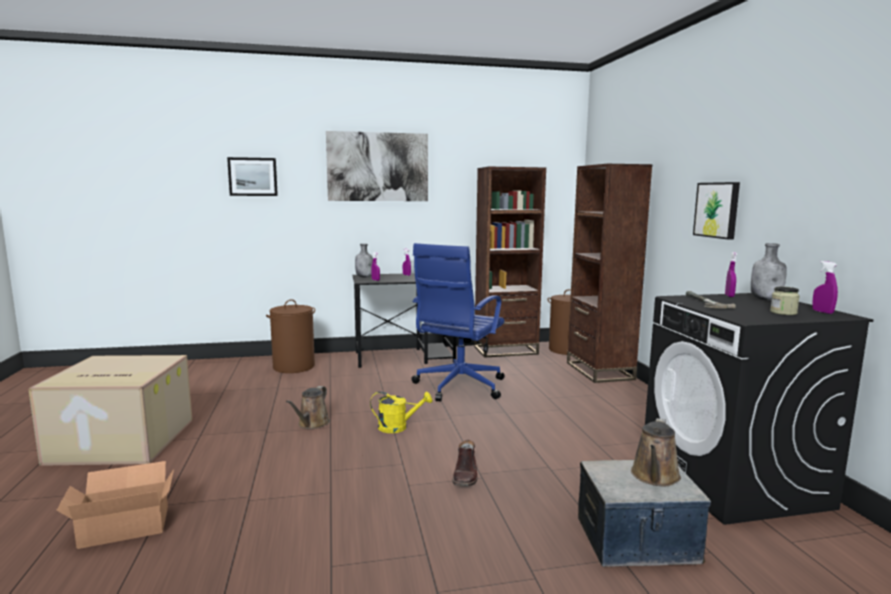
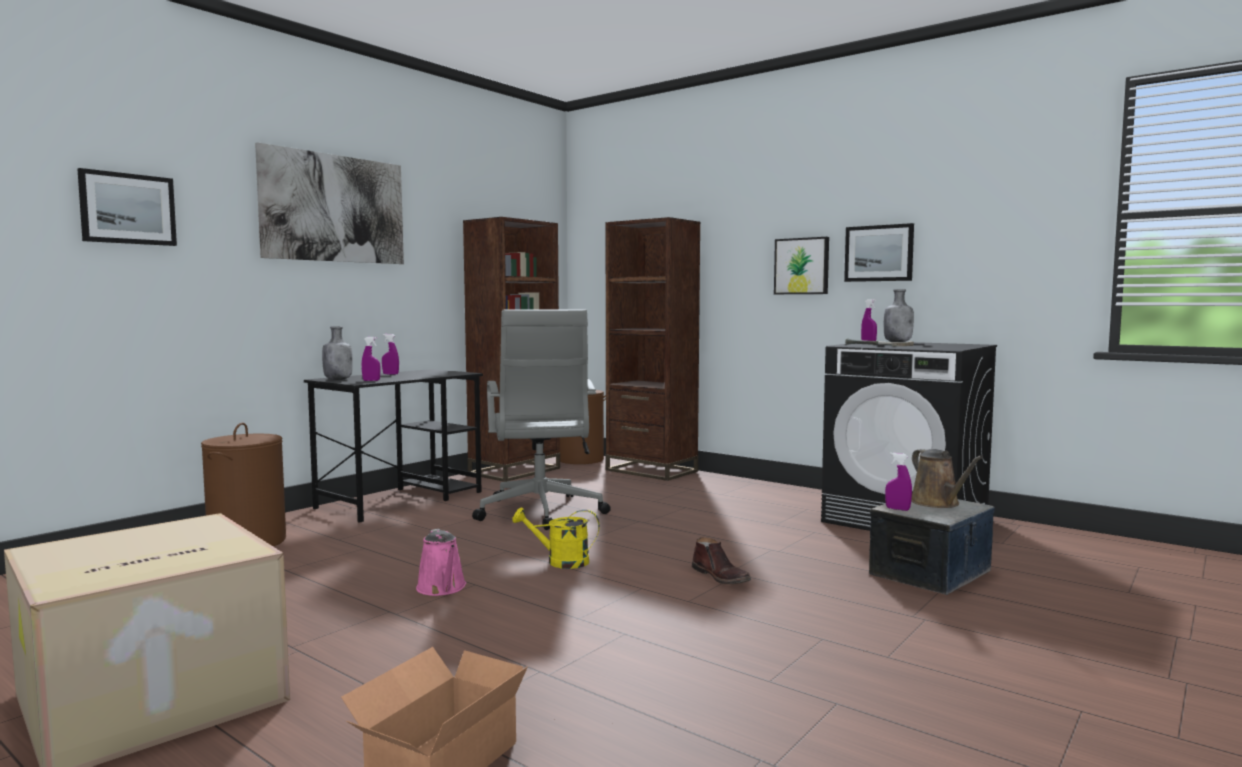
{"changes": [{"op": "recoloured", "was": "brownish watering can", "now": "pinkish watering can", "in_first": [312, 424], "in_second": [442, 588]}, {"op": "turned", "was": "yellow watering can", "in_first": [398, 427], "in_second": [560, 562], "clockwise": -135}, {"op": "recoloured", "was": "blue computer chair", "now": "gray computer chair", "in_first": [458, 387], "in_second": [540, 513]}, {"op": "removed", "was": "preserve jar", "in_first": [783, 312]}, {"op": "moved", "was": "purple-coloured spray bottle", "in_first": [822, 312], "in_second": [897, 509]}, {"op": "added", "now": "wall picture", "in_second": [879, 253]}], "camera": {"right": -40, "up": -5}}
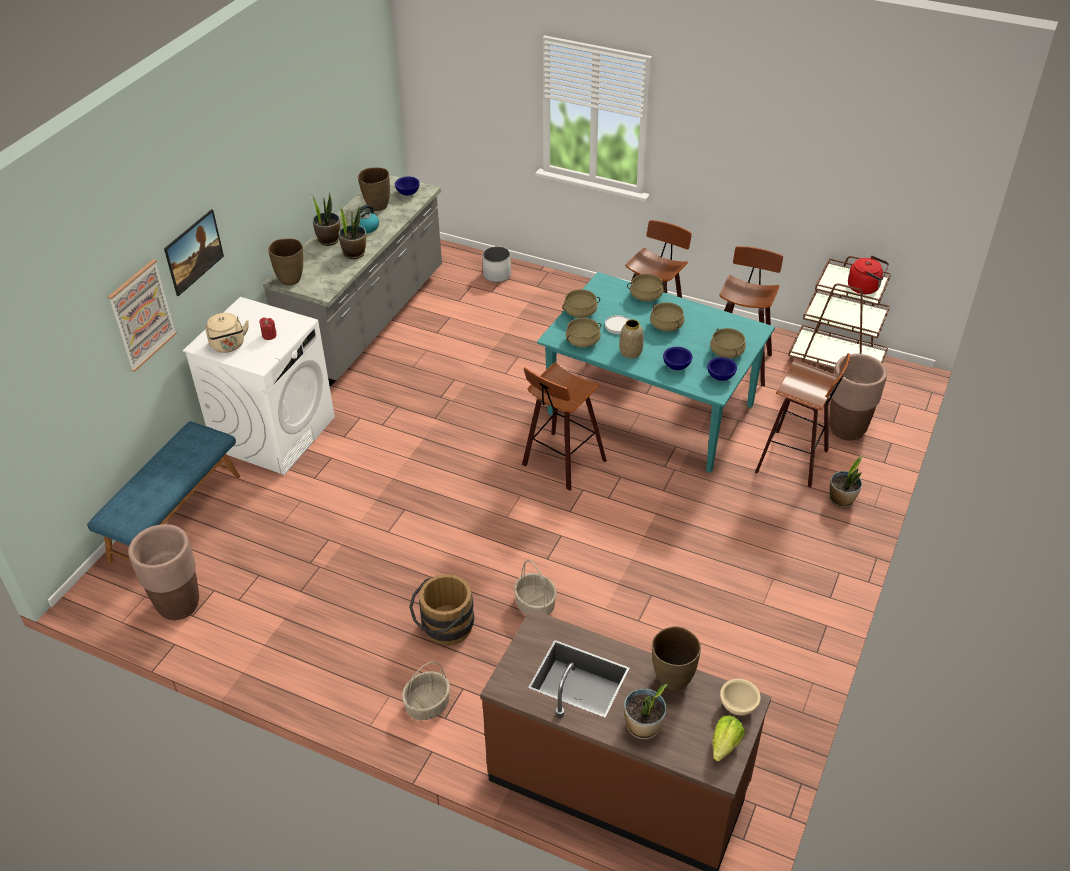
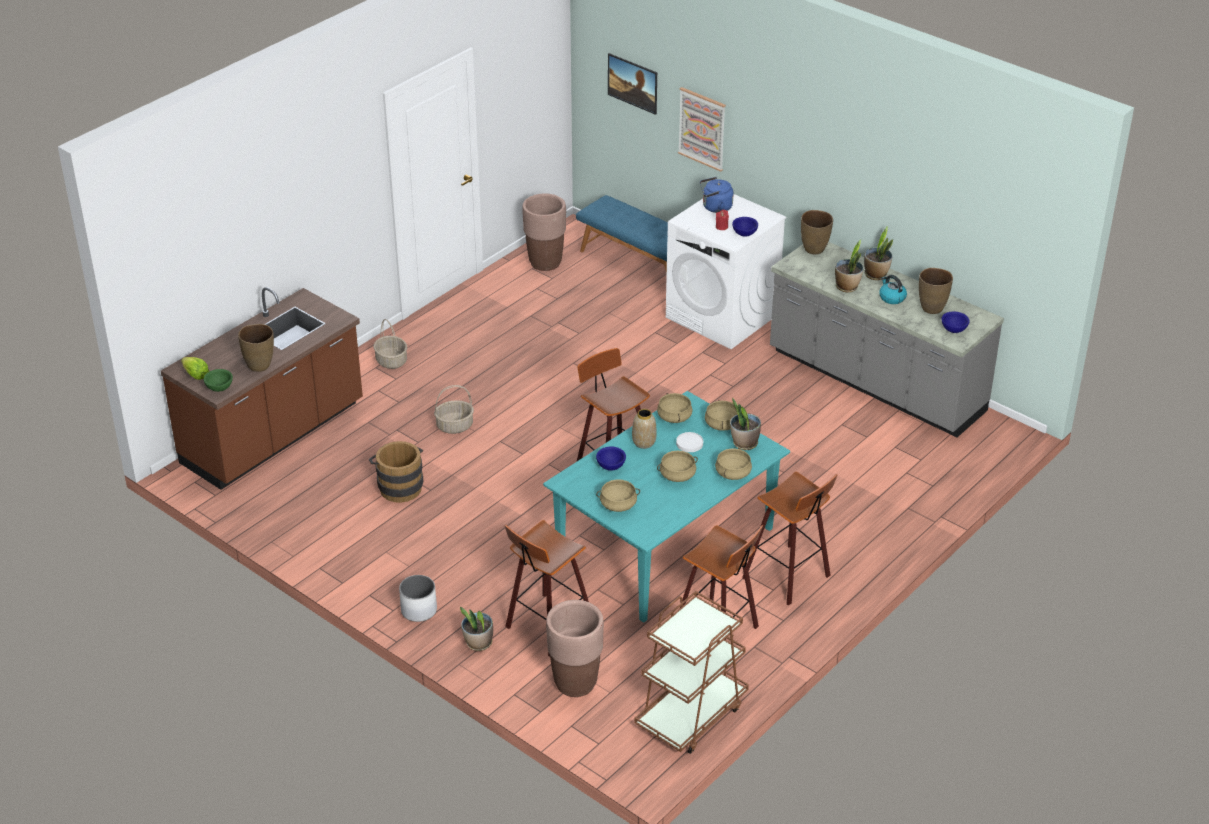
{"changes": [{"op": "moved", "was": "wall picture", "in_first": [197, 263], "in_second": [632, 93]}, {"op": "recoloured", "was": "beige kettle", "now": "blue kettle", "in_first": [228, 346], "in_second": [715, 207]}, {"op": "moved", "was": "brownish bucket", "in_first": [444, 628], "in_second": [399, 486]}, {"op": "moved", "was": "white planter", "in_first": [496, 275], "in_second": [419, 610]}, {"op": "moved", "was": "plant in a pot", "in_first": [643, 727], "in_second": [744, 443]}, {"op": "moved", "was": "blue deep dish", "in_first": [721, 377], "in_second": [744, 234]}, {"op": "recoloured", "was": "beige deep dish", "now": "green-coloured deep dish", "in_first": [738, 705], "in_second": [220, 388]}, {"op": "removed", "was": "red-coloured kettle", "in_first": [865, 287]}], "camera": {"right": 105, "up": -5}}
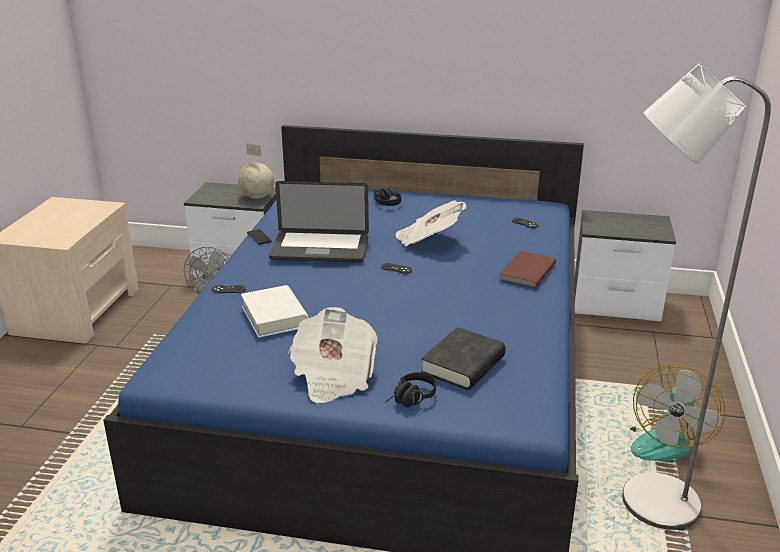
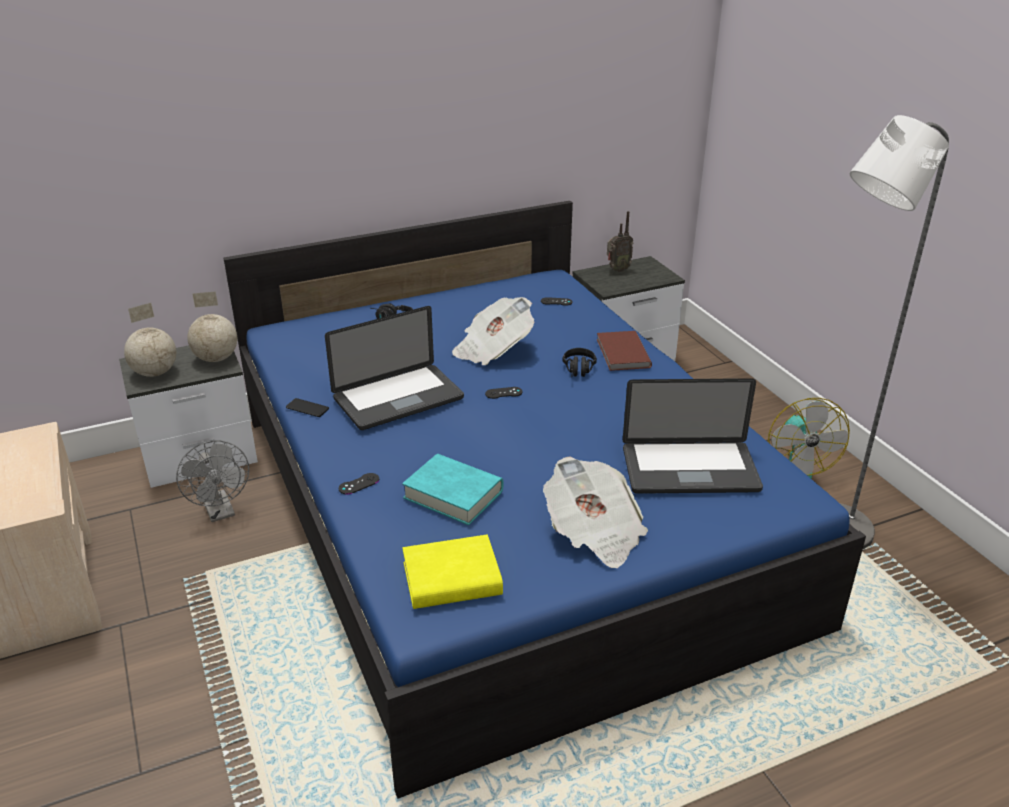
{"changes": [{"op": "recoloured", "was": "white volume", "now": "turquoise-coloured volume", "in_first": [274, 316], "in_second": [453, 495]}, {"op": "moved", "was": "black headset", "in_first": [410, 400], "in_second": [579, 371]}, {"op": "replaced", "was": "black volume", "now": "portable computer", "in_first": [463, 365], "in_second": [690, 470]}, {"op": "added", "now": "desk globe", "in_second": [154, 373]}, {"op": "added", "now": "yellow volume", "in_second": [452, 579]}, {"op": "added", "now": "radio set", "in_second": [617, 270]}], "camera": {"right": -35, "up": 5}}
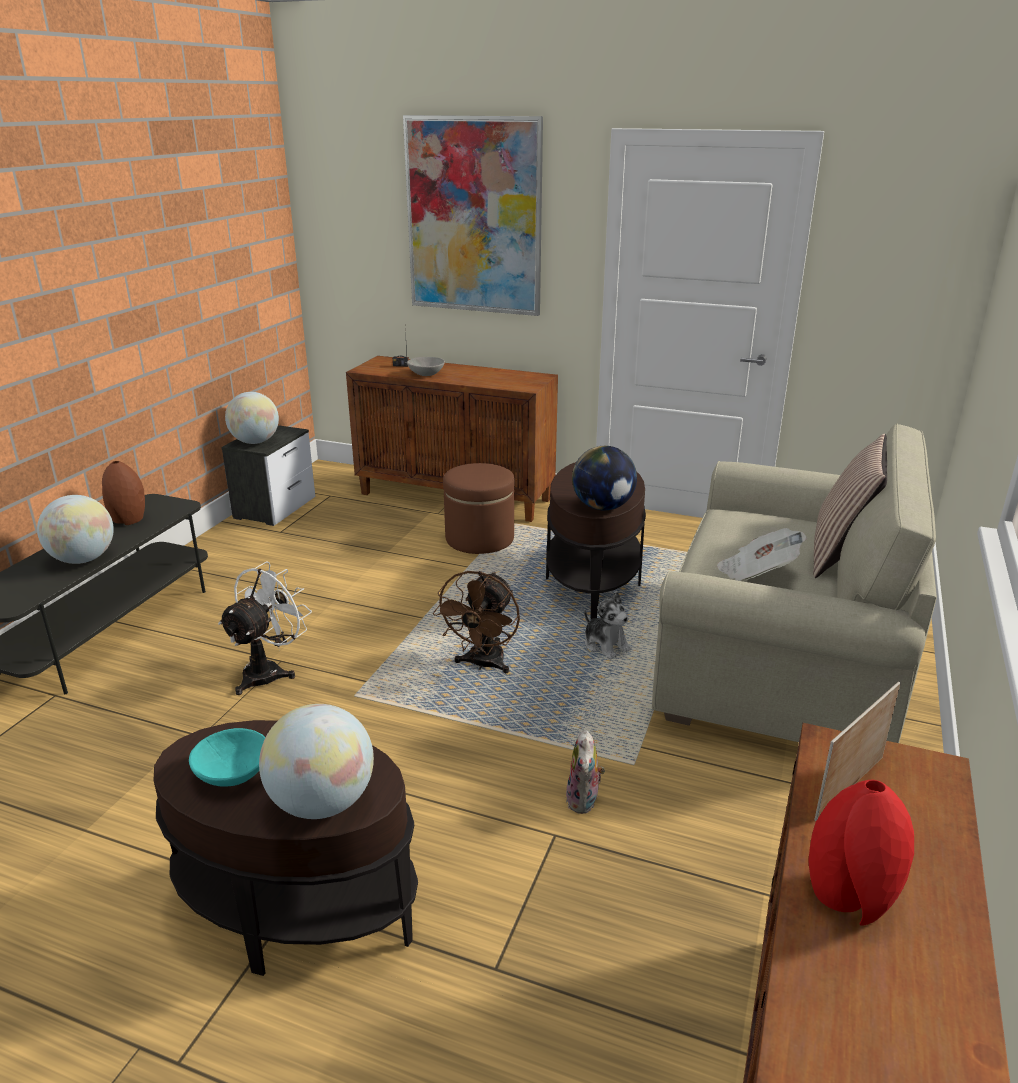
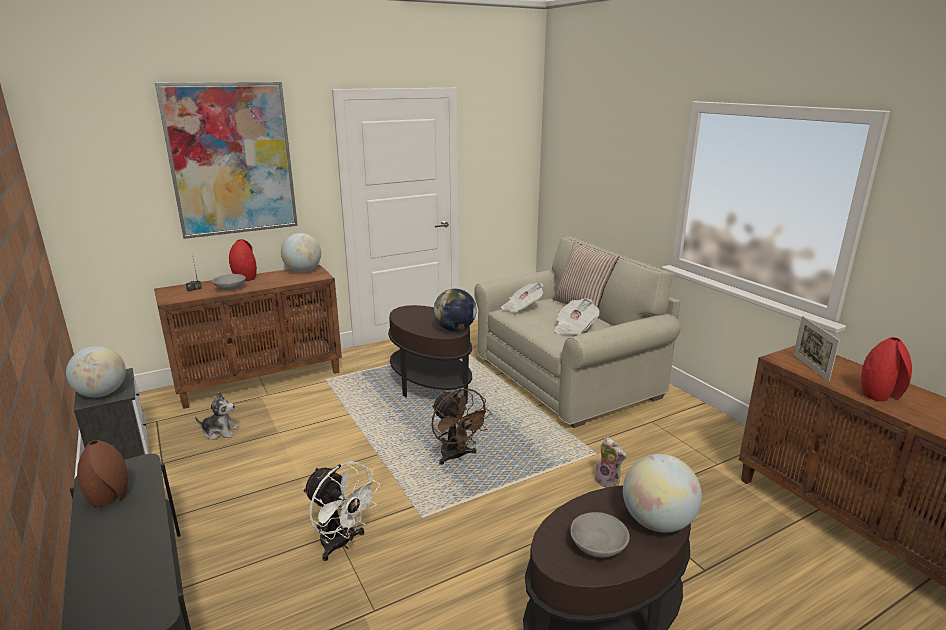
{"changes": [{"op": "moved", "was": "desk globe", "in_first": [83, 559], "in_second": [303, 271]}, {"op": "recoloured", "was": "turquoise-coloured deep dish", "now": "gray deep dish", "in_first": [233, 773], "in_second": [597, 547]}, {"op": "turned", "was": "white cooling fan", "in_first": [269, 671], "in_second": [341, 544], "clockwise": 150}, {"op": "removed", "was": "brownish footrest", "in_first": [479, 539]}, {"op": "moved", "was": "plush toy", "in_first": [605, 645], "in_second": [220, 432]}, {"op": "added", "now": "red-coloured flower vase", "in_second": [245, 278]}, {"op": "added", "now": "printed paper", "in_second": [522, 308]}], "camera": {"right": -50, "up": -5}}
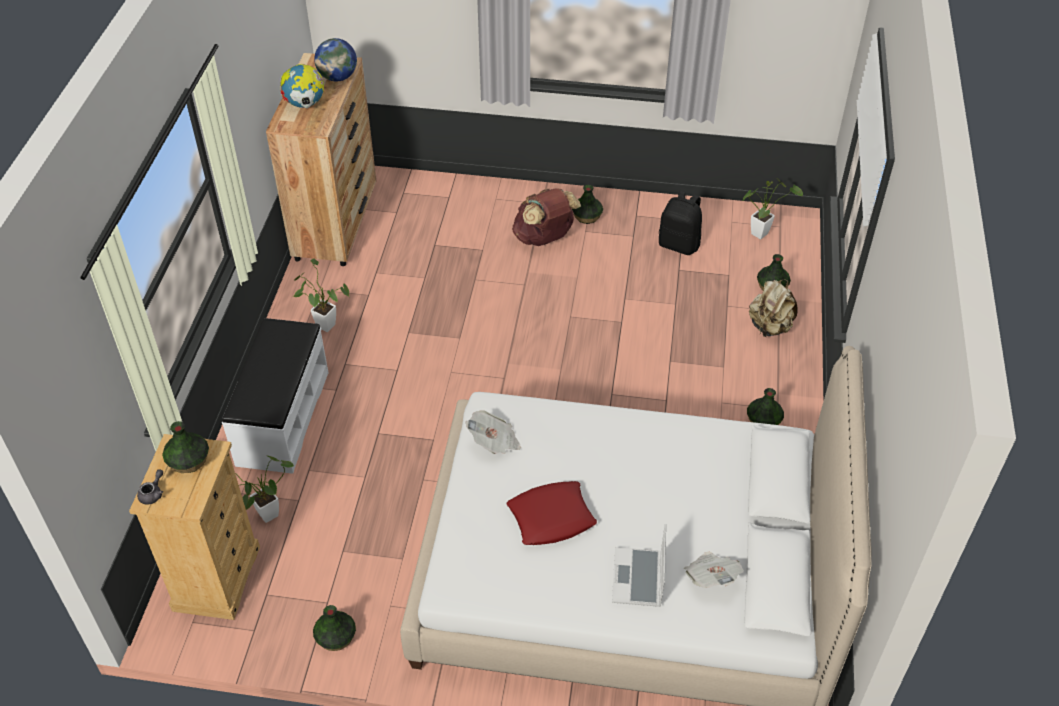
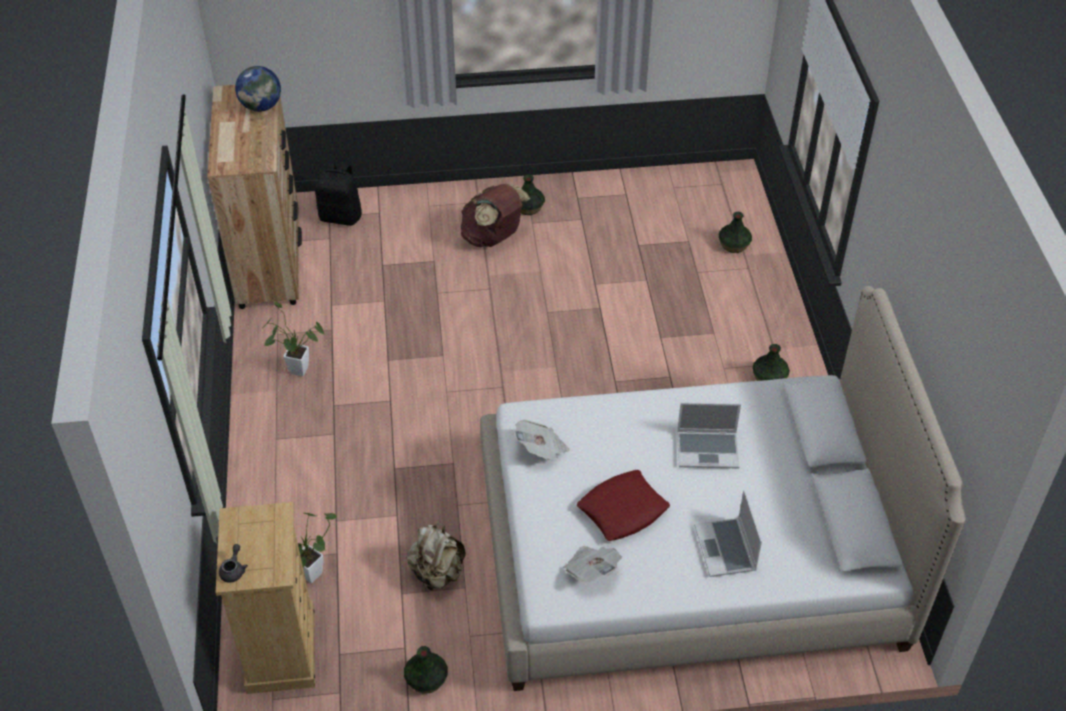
{"changes": [{"op": "removed", "was": "flower vase", "in_first": [188, 461]}, {"op": "removed", "was": "white bench", "in_first": [282, 418]}, {"op": "removed", "was": "desk globe", "in_first": [305, 104]}, {"op": "moved", "was": "black knapsack", "in_first": [679, 244], "in_second": [341, 216]}, {"op": "moved", "was": "printed paper", "in_first": [711, 577], "in_second": [591, 570]}, {"op": "removed", "was": "plant in a pot", "in_first": [762, 232]}, {"op": "moved", "was": "beige knapsack", "in_first": [770, 327], "in_second": [437, 573]}, {"op": "added", "now": "portable computer", "in_second": [708, 450]}], "camera": {"right": -15, "up": 0}}
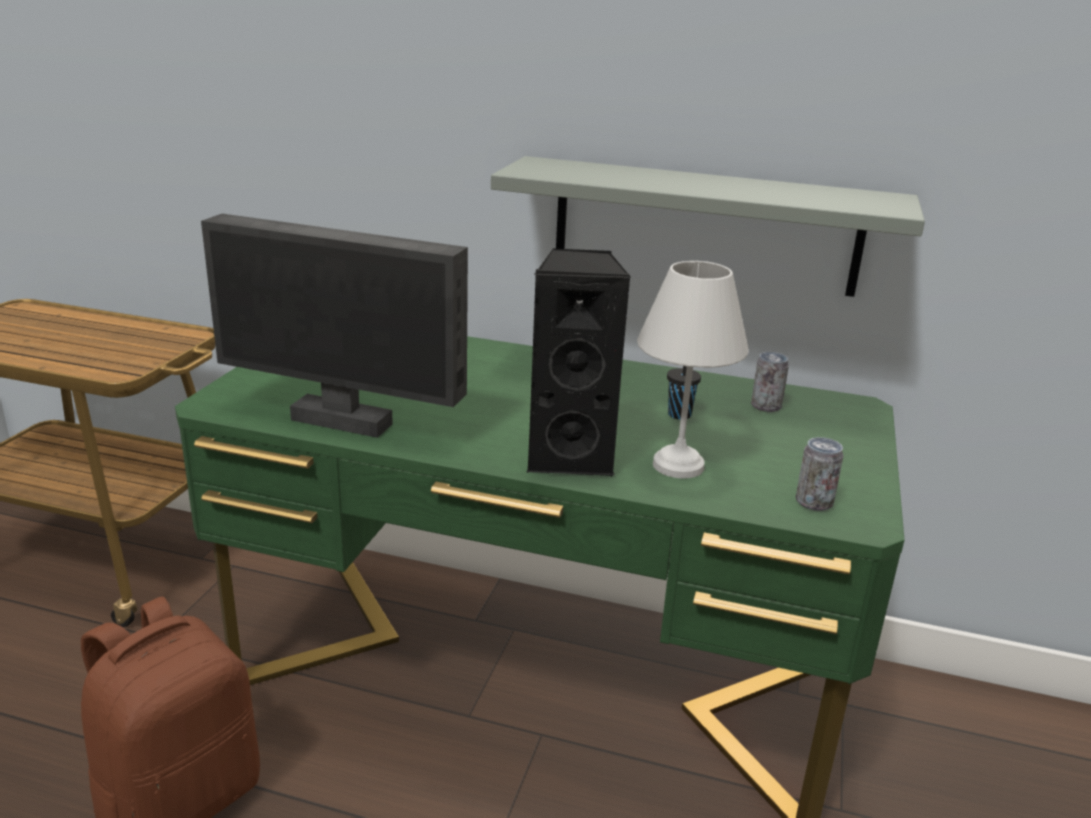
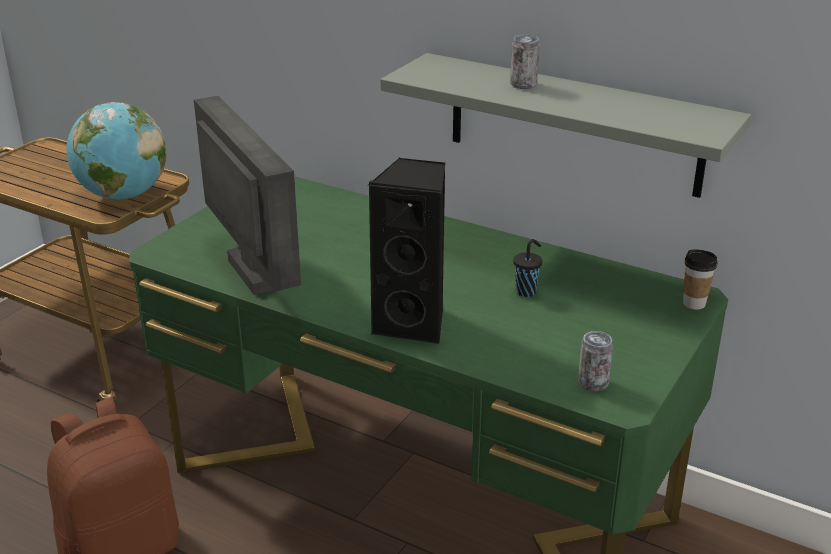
{"changes": [{"op": "turned", "was": "computer display", "in_first": [343, 420], "in_second": [249, 275], "clockwise": -150}, {"op": "removed", "was": "white tabletop lamp", "in_first": [678, 464]}, {"op": "moved", "was": "metal can", "in_first": [766, 406], "in_second": [523, 85]}, {"op": "added", "now": "desk globe", "in_second": [123, 195]}, {"op": "added", "now": "small cup", "in_second": [694, 303]}], "camera": {"right": 15, "up": 5}}
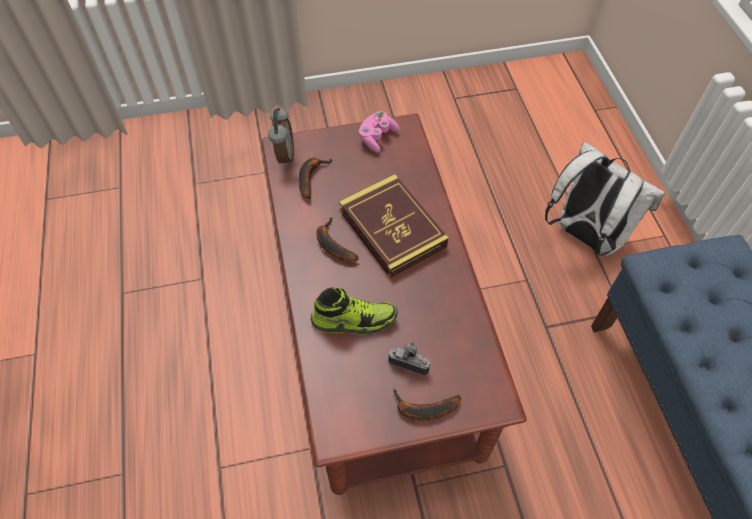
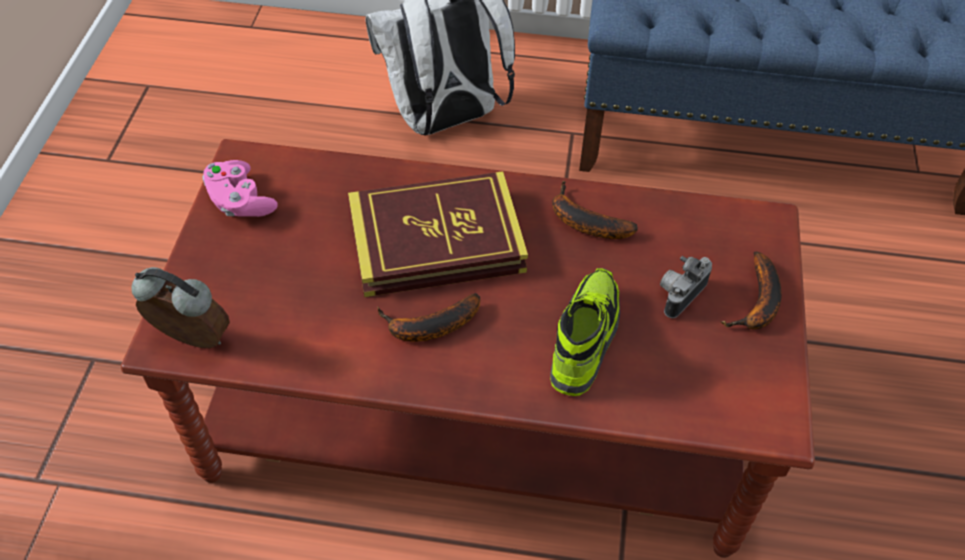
{"changes": [{"op": "moved", "was": "banana", "in_first": [310, 177], "in_second": [583, 221]}], "camera": {"right": -70, "up": -5}}
